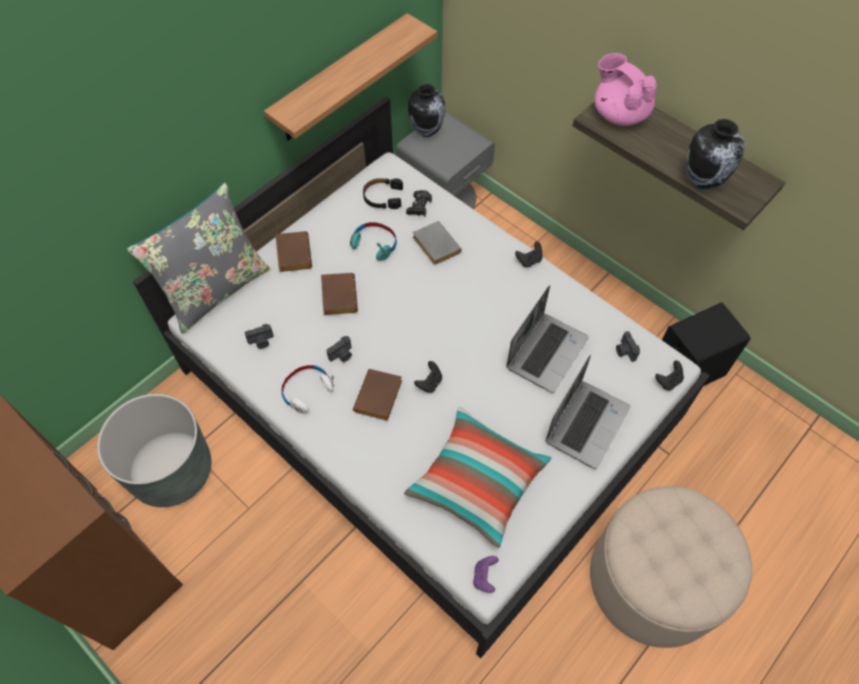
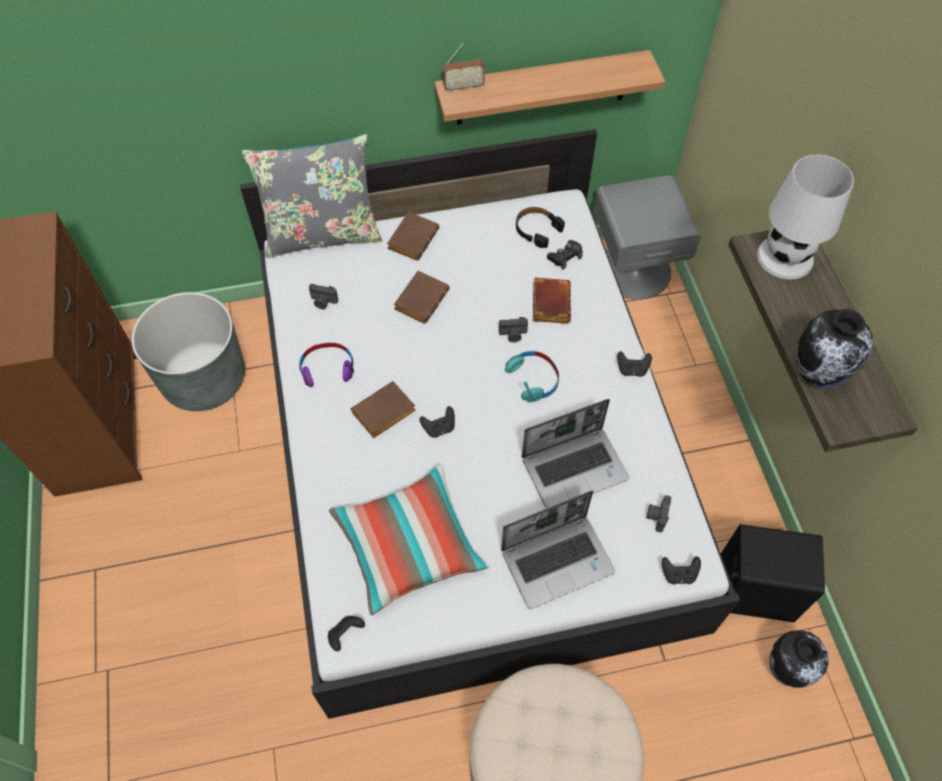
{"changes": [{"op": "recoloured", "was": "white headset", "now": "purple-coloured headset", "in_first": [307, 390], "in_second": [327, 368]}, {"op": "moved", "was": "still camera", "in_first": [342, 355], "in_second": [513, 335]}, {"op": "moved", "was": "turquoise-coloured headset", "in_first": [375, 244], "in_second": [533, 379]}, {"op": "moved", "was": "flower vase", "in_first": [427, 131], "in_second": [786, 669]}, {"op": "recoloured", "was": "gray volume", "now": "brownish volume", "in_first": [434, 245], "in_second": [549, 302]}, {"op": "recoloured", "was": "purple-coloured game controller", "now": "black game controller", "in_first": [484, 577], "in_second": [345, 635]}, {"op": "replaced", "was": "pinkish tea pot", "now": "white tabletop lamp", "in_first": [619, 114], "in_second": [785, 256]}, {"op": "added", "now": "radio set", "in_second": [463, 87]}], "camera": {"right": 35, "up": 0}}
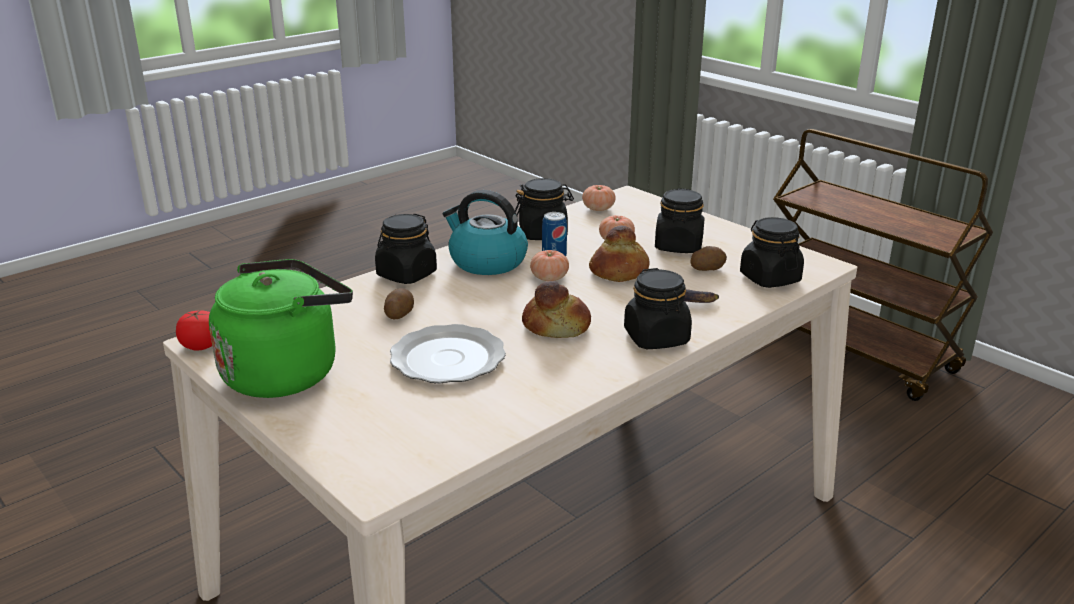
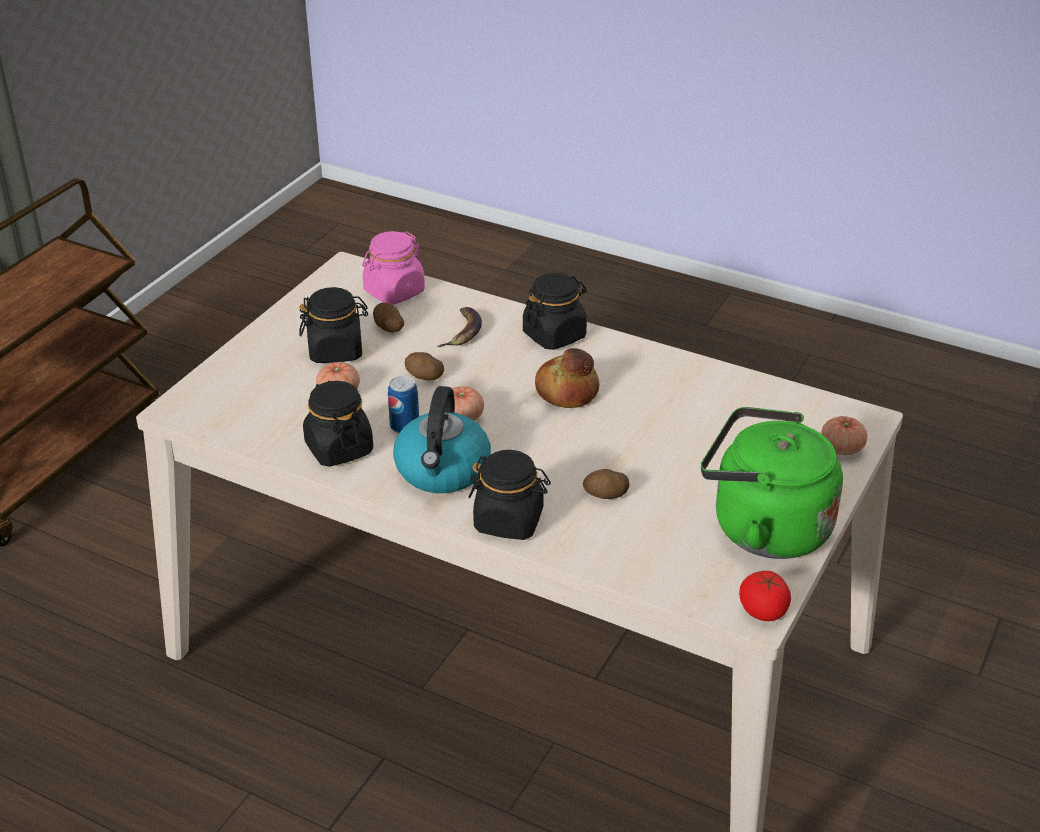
{"changes": [{"op": "removed", "was": "dinner plate", "in_first": [446, 358]}, {"op": "moved", "was": "fresh tomato", "in_first": [598, 208], "in_second": [841, 448]}, {"op": "replaced", "was": "bakery bread", "now": "spud", "in_first": [619, 272], "in_second": [423, 376]}, {"op": "recoloured", "was": "black preserve jar", "now": "pinkish preserve jar", "in_first": [769, 278], "in_second": [394, 292]}], "camera": {"right": -110, "up": 10}}
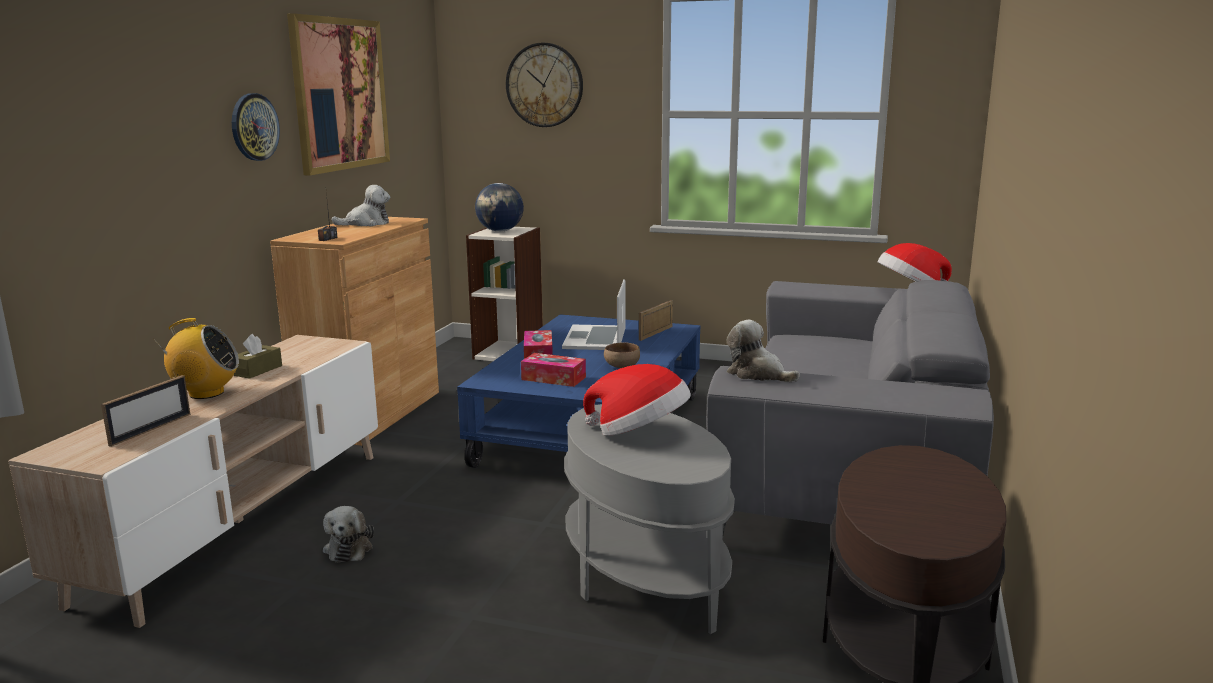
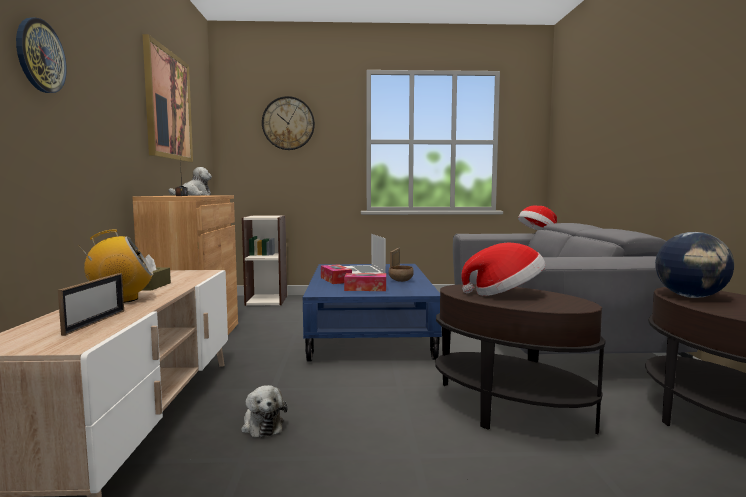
{"changes": [{"op": "moved", "was": "hanging clock", "in_first": [254, 127], "in_second": [40, 56]}, {"op": "moved", "was": "desk globe", "in_first": [500, 231], "in_second": [691, 297]}, {"op": "recoloured", "was": "gray end table", "now": "brownish end table", "in_first": [644, 579], "in_second": [510, 409]}, {"op": "removed", "was": "plush toy", "in_first": [758, 374]}], "camera": {"right": -20, "up": -10}}
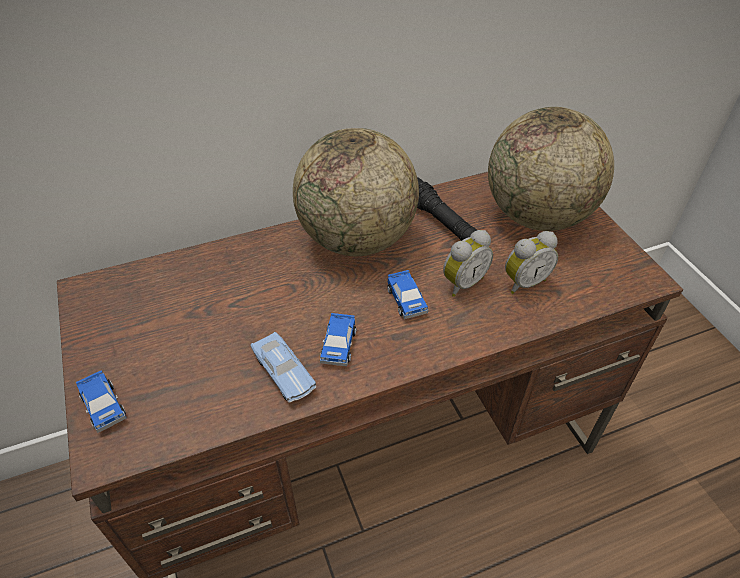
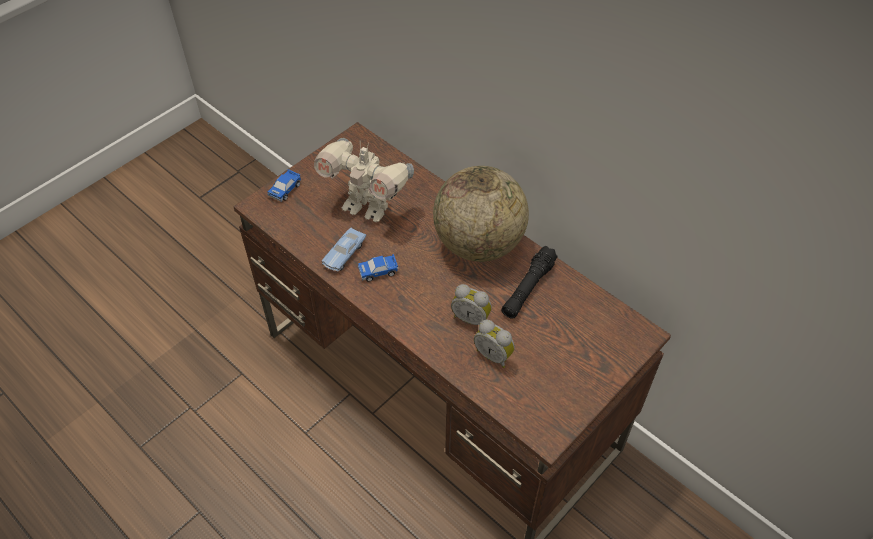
{"changes": [{"op": "removed", "was": "model car", "in_first": [406, 300]}, {"op": "removed", "was": "desk globe", "in_first": [537, 216]}, {"op": "added", "now": "toy robot", "in_second": [367, 207]}], "camera": {"right": 65, "up": 5}}
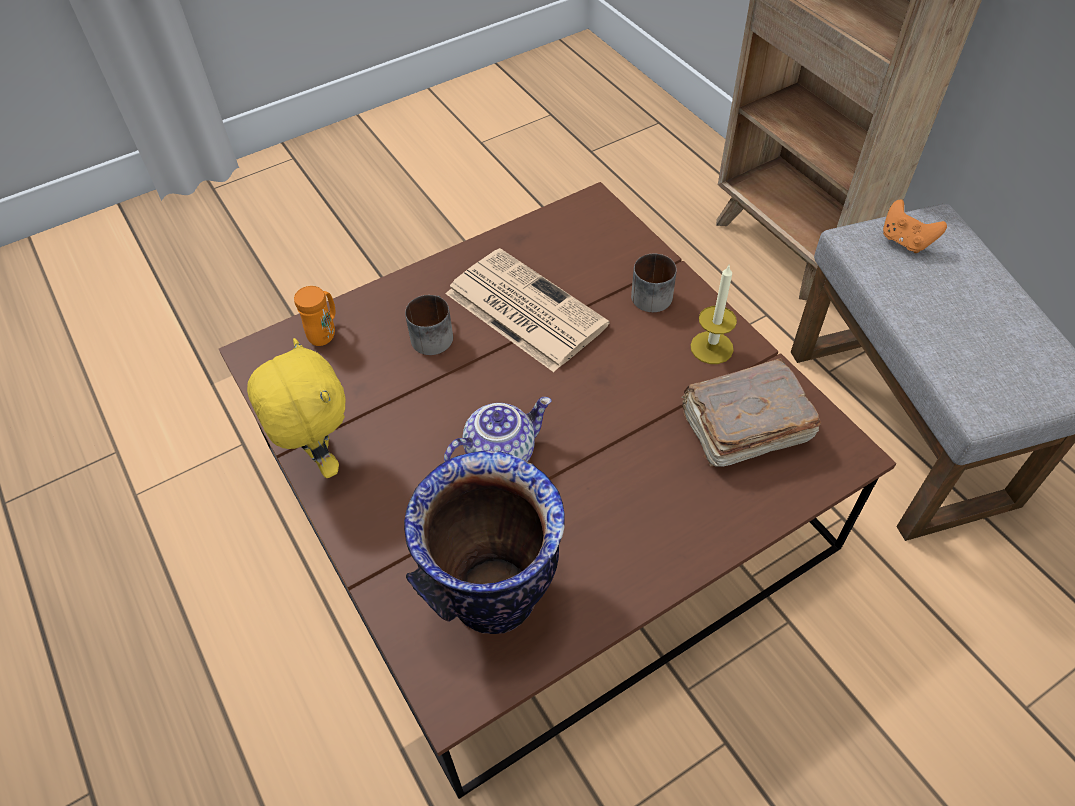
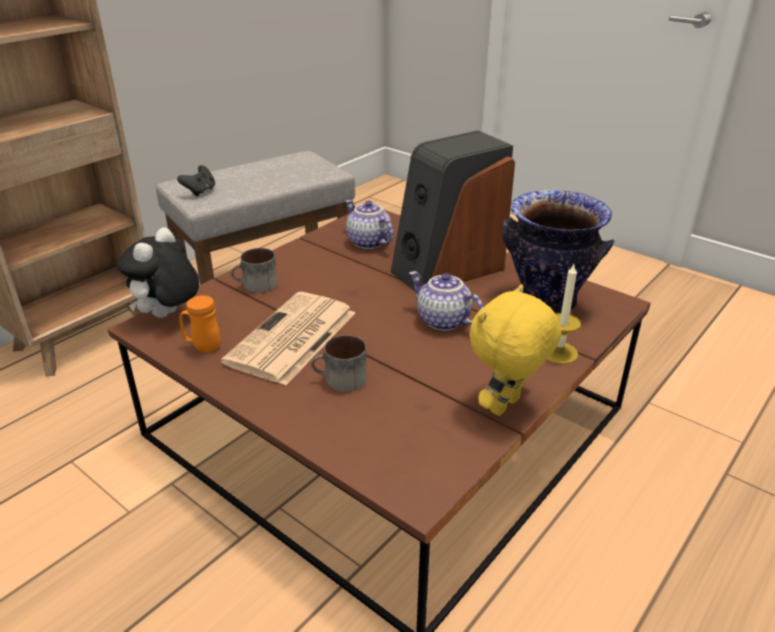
{"changes": [{"op": "moved", "was": "orange mug", "in_first": [325, 333], "in_second": [202, 346]}, {"op": "replaced", "was": "brownish volume", "now": "tea pot", "in_first": [743, 427], "in_second": [367, 242]}, {"op": "moved", "was": "candle", "in_first": [711, 347], "in_second": [558, 352]}, {"op": "recoloured", "was": "orange game controller", "now": "black game controller", "in_first": [905, 241], "in_second": [200, 191]}, {"op": "added", "now": "plush toy", "in_second": [167, 316]}, {"op": "added", "now": "speaker", "in_second": [447, 269]}], "camera": {"right": -110, "up": -20}}
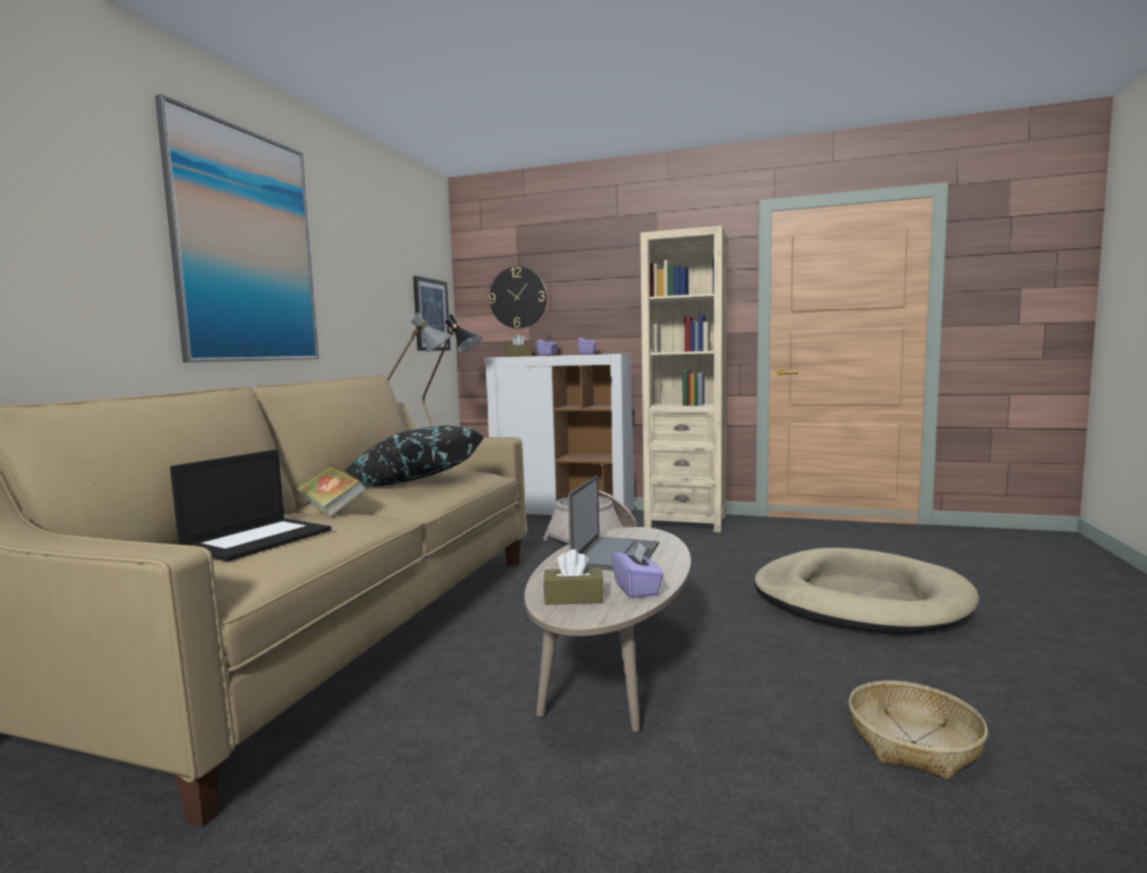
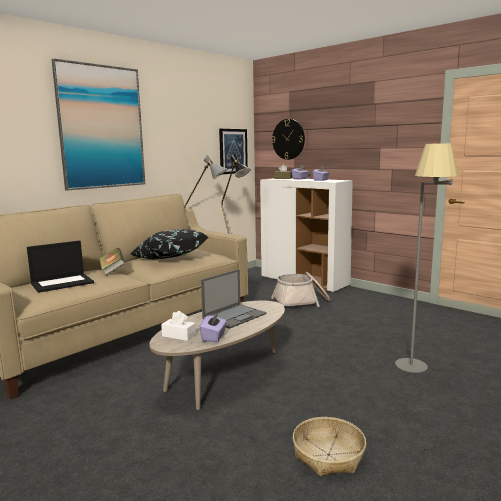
{"changes": [{"op": "recoloured", "was": "brownish box of tissues", "now": "white box of tissues", "in_first": [573, 598], "in_second": [179, 335]}, {"op": "removed", "was": "beige shelving unit", "in_first": [686, 521]}, {"op": "replaced", "was": "beige dog cushion", "now": "gray standing lamp", "in_first": [858, 599], "in_second": [418, 372]}], "camera": {"right": 25, "up": 5}}
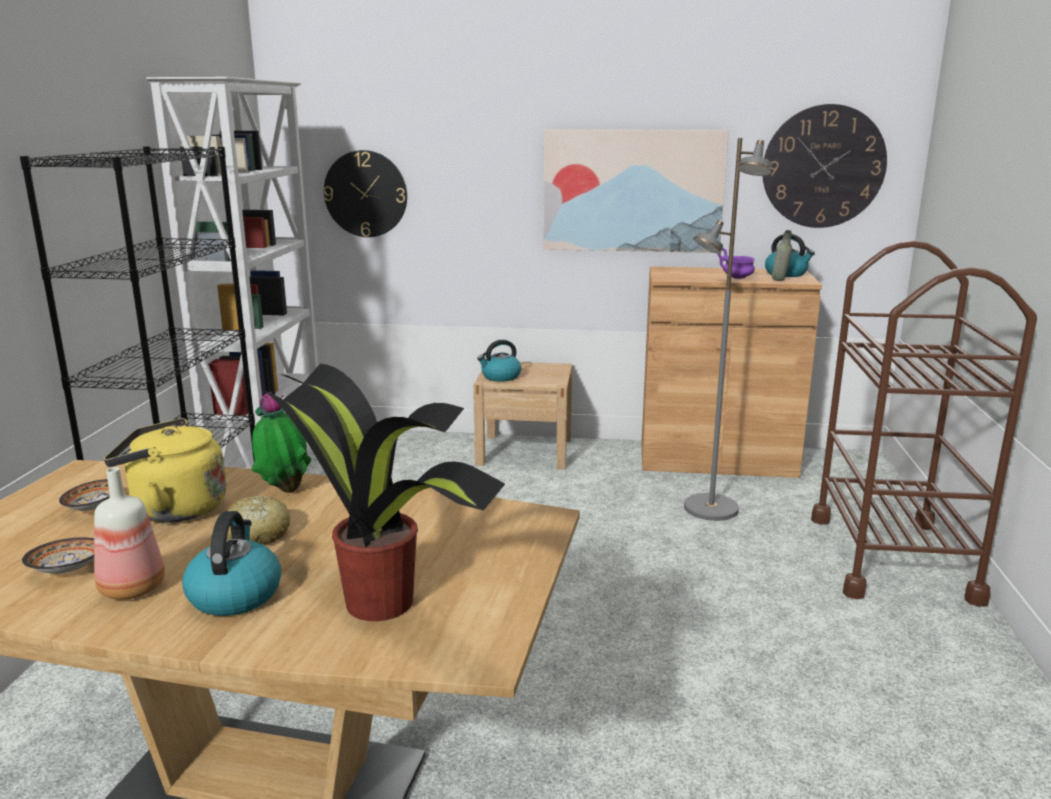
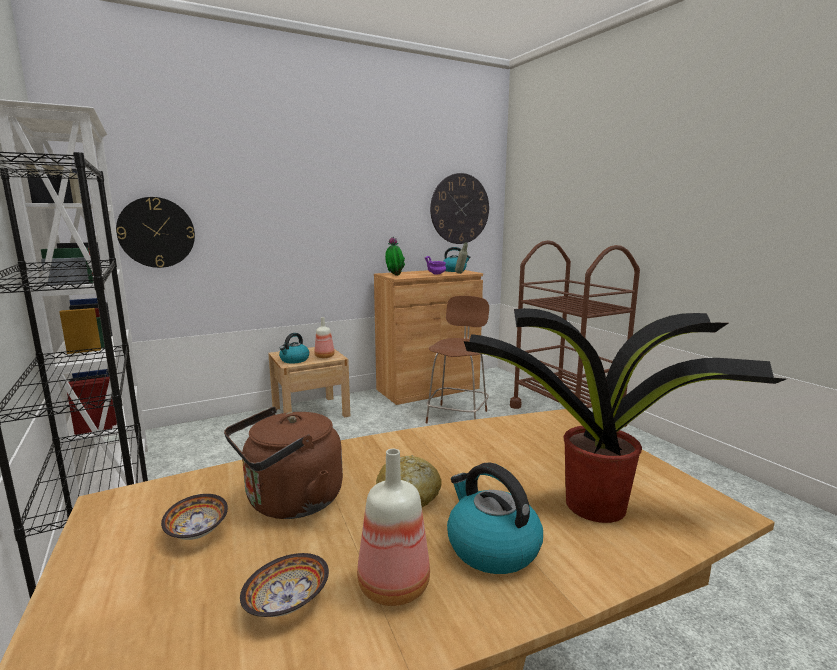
{"changes": [{"op": "recoloured", "was": "yellow kettle", "now": "brownish kettle", "in_first": [173, 509], "in_second": [289, 502]}, {"op": "moved", "was": "plant in a pot", "in_first": [284, 490], "in_second": [394, 275]}, {"op": "removed", "was": "wall picture", "in_first": [632, 190]}, {"op": "replaced", "was": "gray standing lamp", "now": "brownish chair", "in_first": [710, 509], "in_second": [458, 416]}, {"op": "added", "now": "drink bottle", "in_second": [325, 356]}], "camera": {"right": -35, "up": -5}}
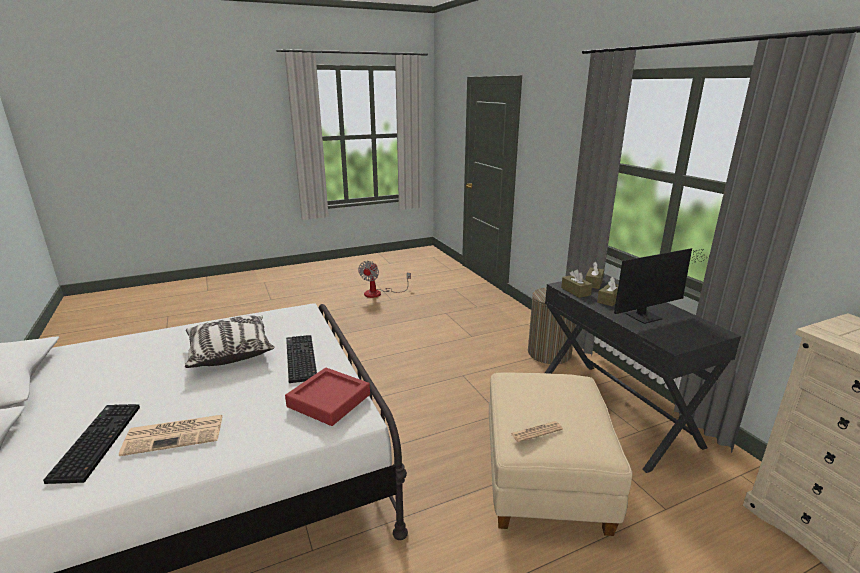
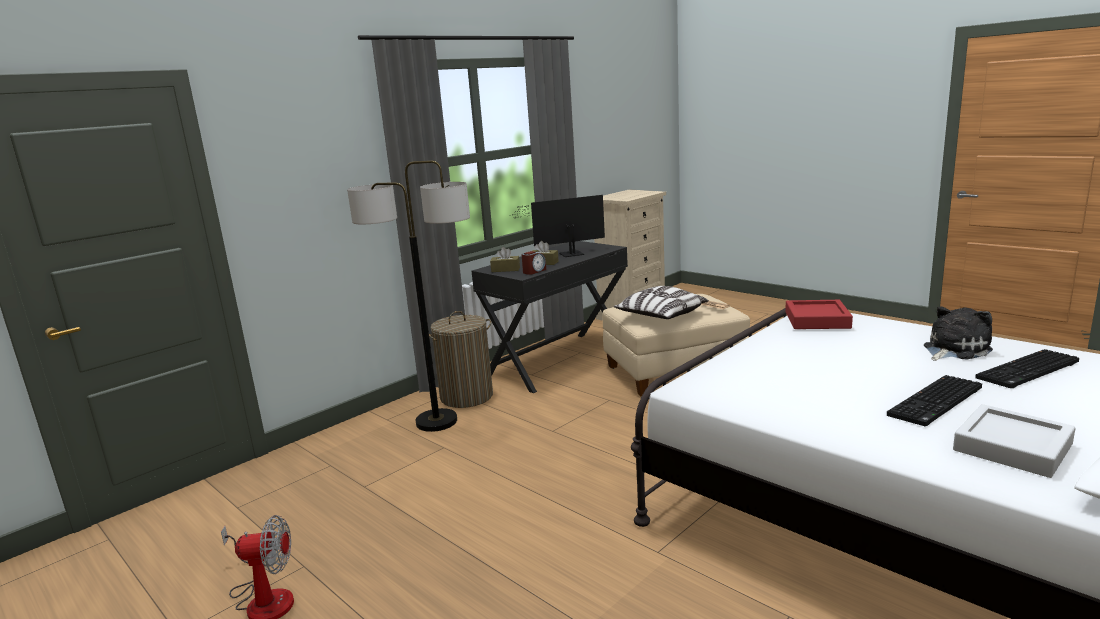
{"changes": [{"op": "replaced", "was": "printed paper", "now": "plush toy", "in_first": [176, 434], "in_second": [953, 349]}, {"op": "moved", "was": "cushion", "in_first": [230, 352], "in_second": [661, 316]}, {"op": "moved", "was": "keyboard", "in_first": [299, 358], "in_second": [937, 403]}, {"op": "replaced", "was": "brownish box of tissues", "now": "alarm clock", "in_first": [575, 291], "in_second": [534, 271]}, {"op": "turned", "was": "computer display", "in_first": [648, 316], "in_second": [567, 254], "clockwise": -60}, {"op": "added", "now": "standing lamp", "in_second": [436, 421]}, {"op": "added", "now": "gray carrying tray", "in_second": [1012, 447]}], "camera": {"right": -110, "up": -5}}
